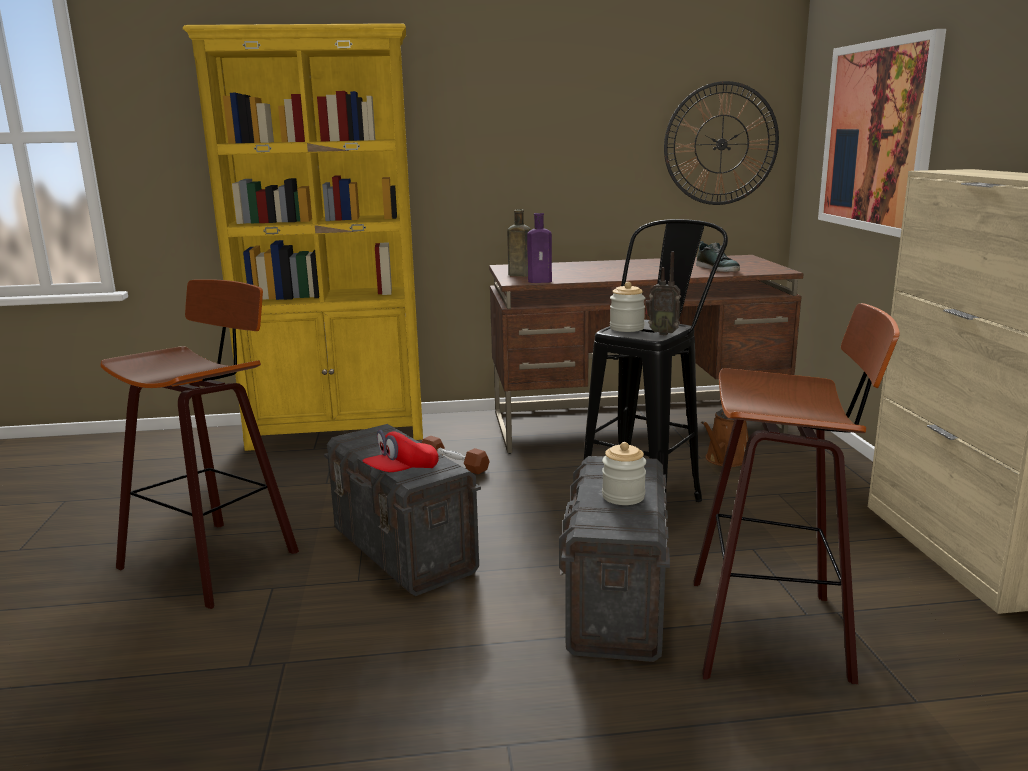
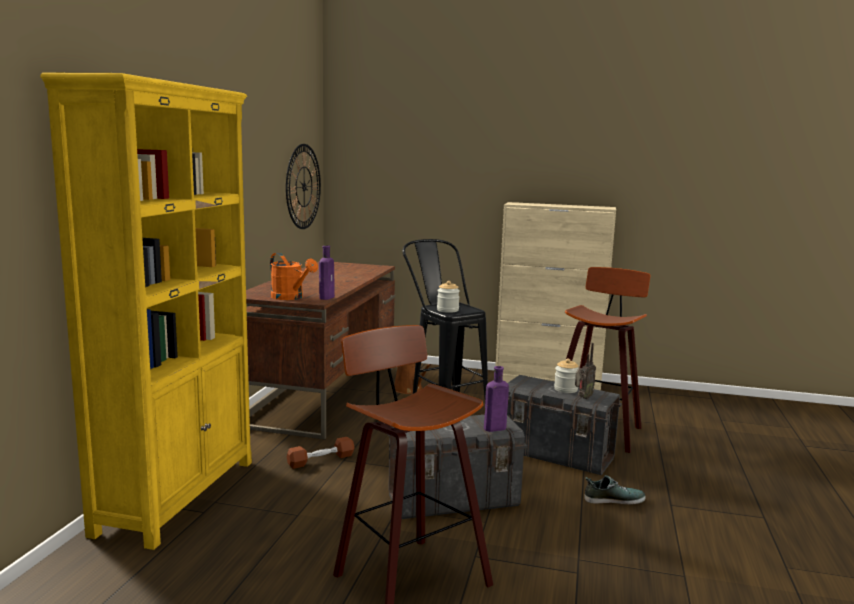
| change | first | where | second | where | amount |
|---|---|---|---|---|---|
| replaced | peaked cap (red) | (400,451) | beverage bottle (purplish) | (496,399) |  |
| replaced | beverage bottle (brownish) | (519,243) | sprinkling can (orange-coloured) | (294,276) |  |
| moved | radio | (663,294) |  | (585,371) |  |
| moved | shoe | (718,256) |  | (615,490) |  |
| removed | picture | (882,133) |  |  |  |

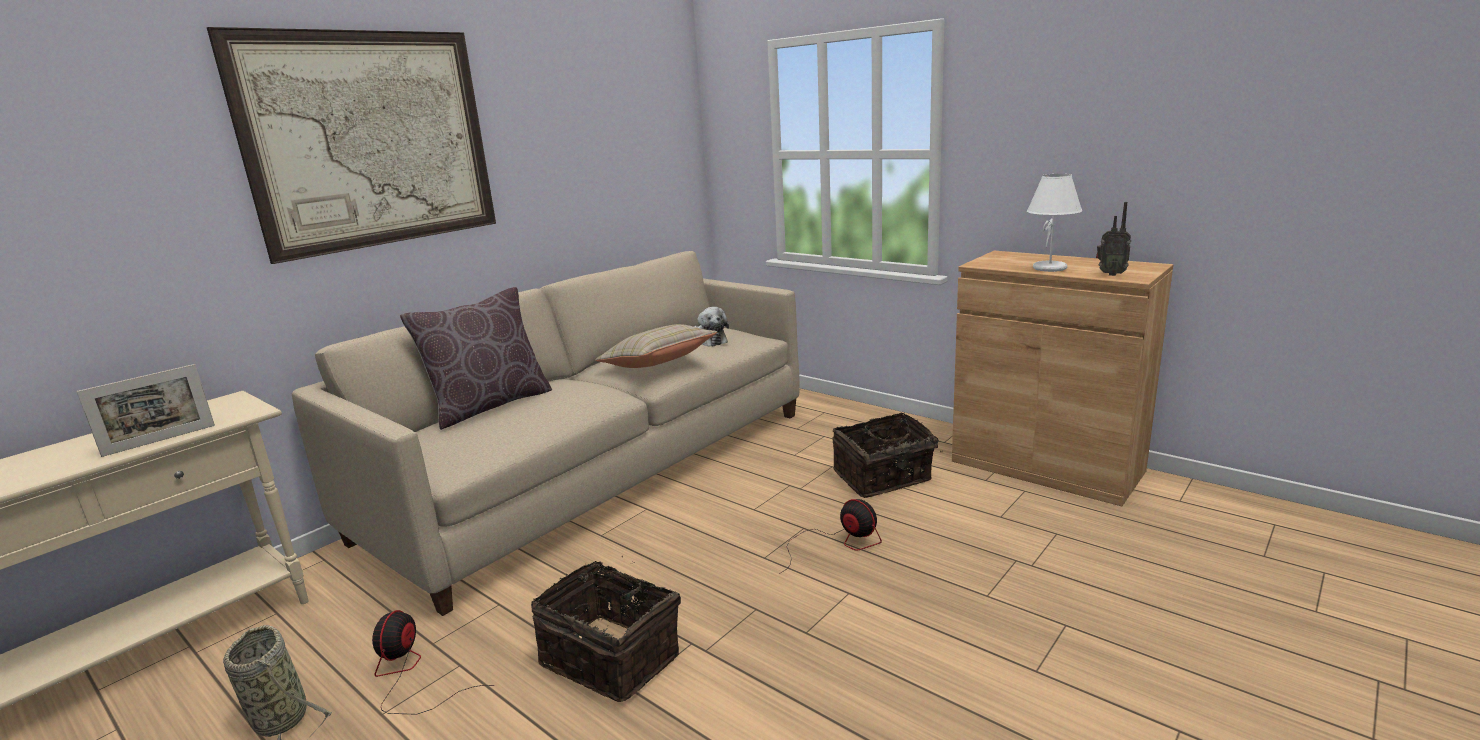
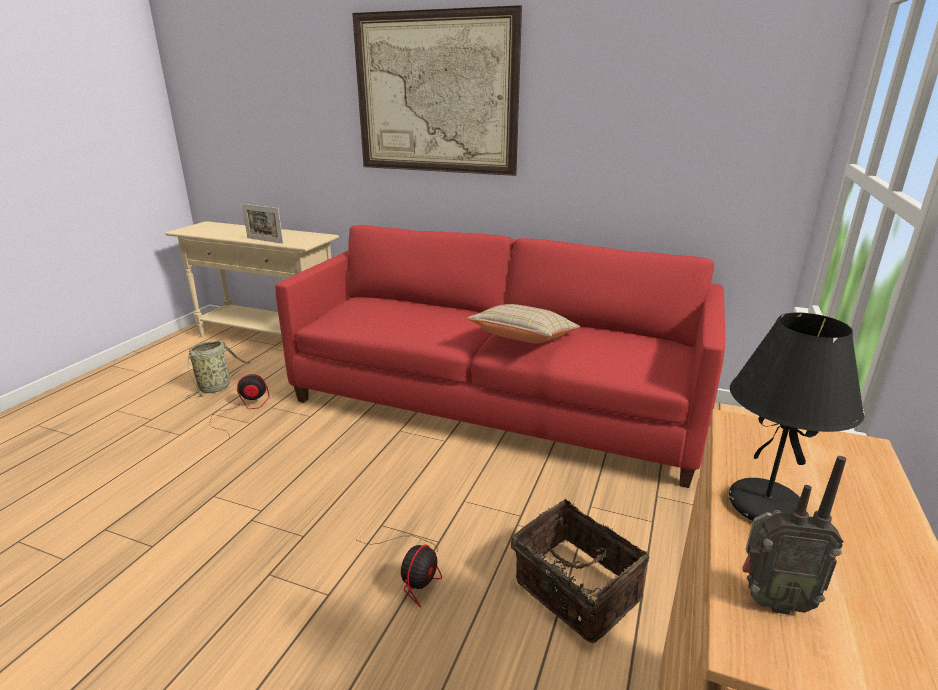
| change | first | where | second | where | amount |
|---|---|---|---|---|---|
| recoloured | sofa (beige) | (546,433) | sofa (red) | (500,356) |  |
| removed | throw pillow (brownish) | (476,358) |  |  |  |
| removed | storage basket | (606,629) |  |  |  |
| removed | plush toy | (711,326) |  |  |  |
| recoloured | tabletop lamp (white) | (1054,223) | tabletop lamp (black) | (797,416) |  |
| turned | radio | (1113,239) |  | (794,535) | 90 degrees counterclockwise |

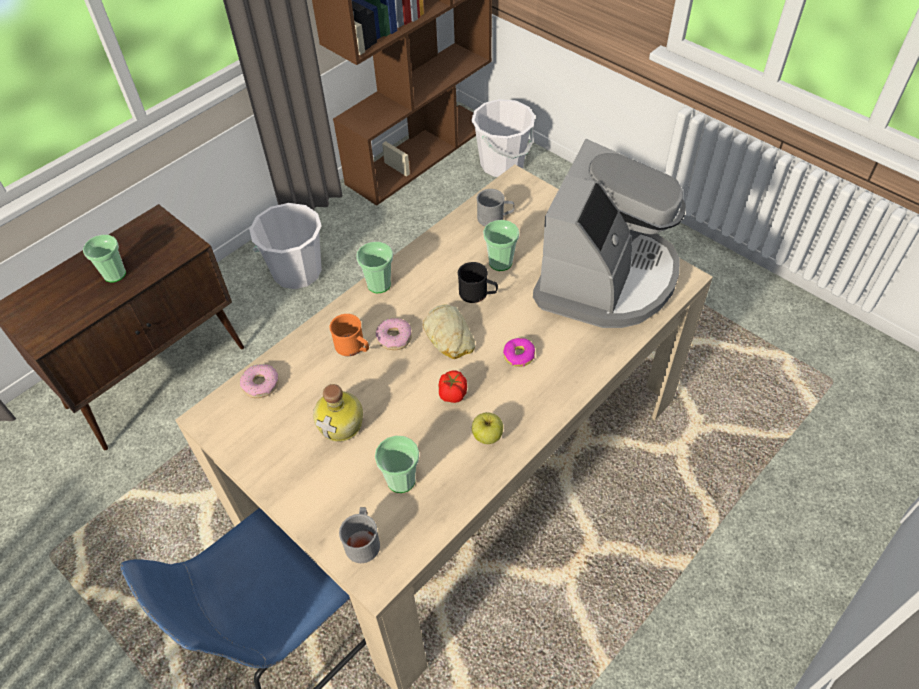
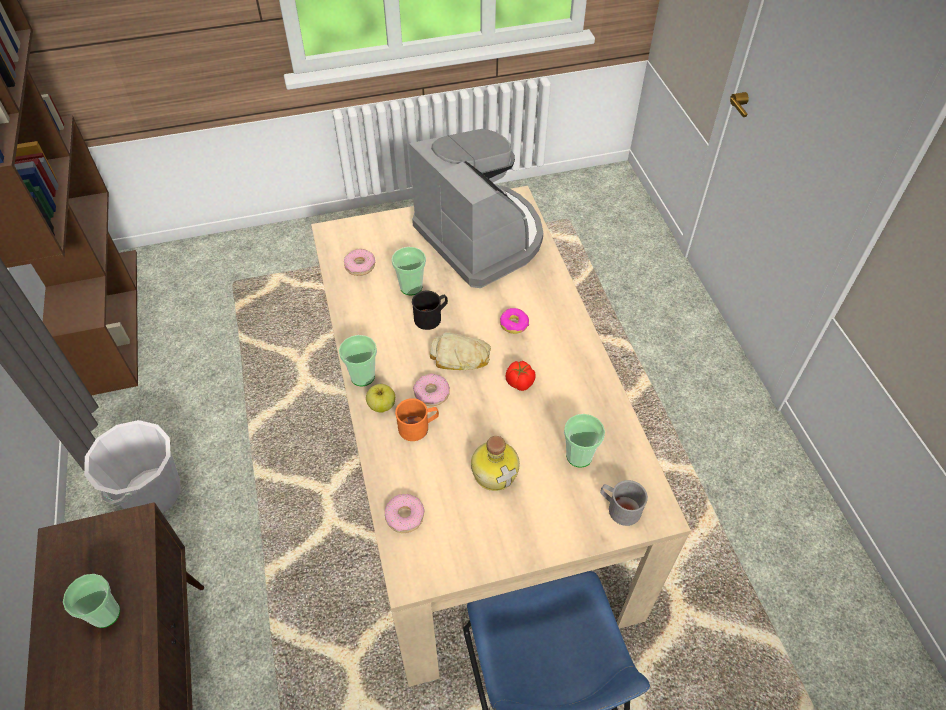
| change | first | where | second | where | amount |
|---|---|---|---|---|---|
| removed | water bucket (white) | (503,138) |  |  |  |
| moved | apple fruit | (487,428) |  | (380,398) |  |
| replaced | tea mug (greyish) | (495,207) | donut | (359,262) |  |

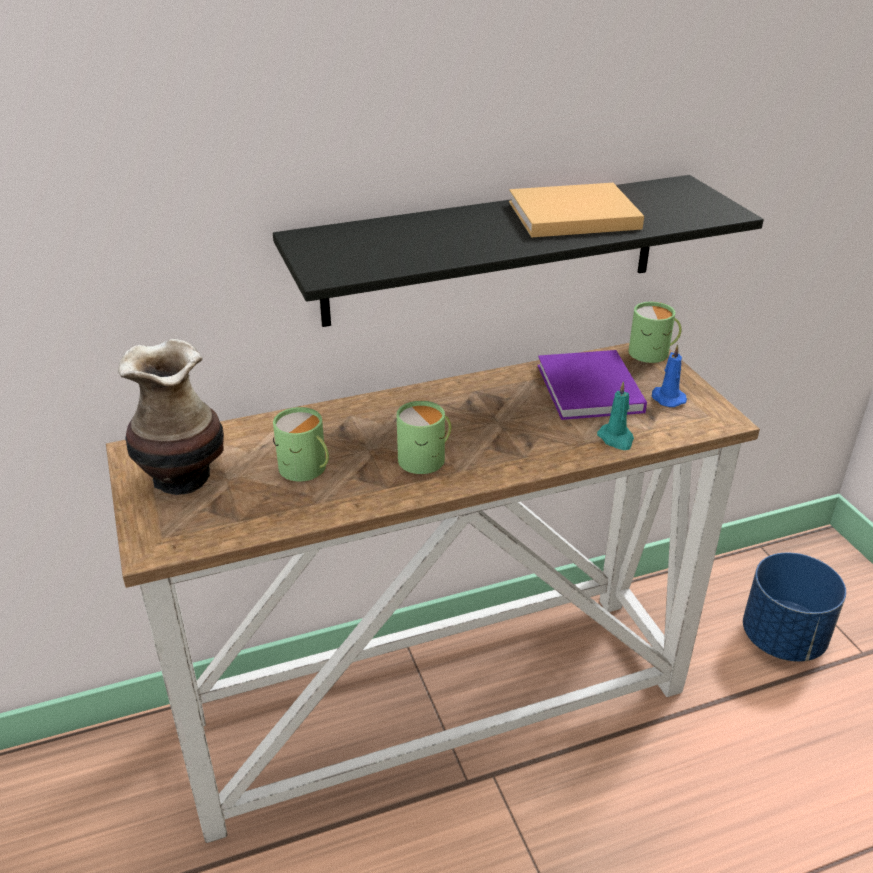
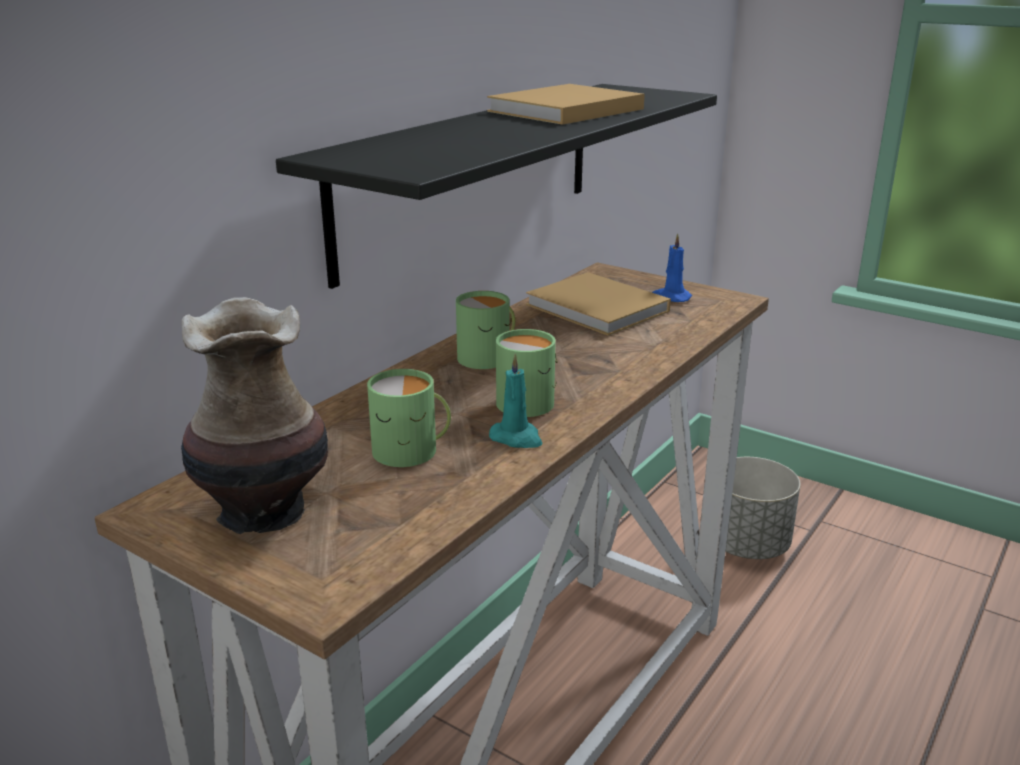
| change | first | where | second | where | amount |
|---|---|---|---|---|---|
| recoloured | bound book (purplish) | (592,385) | bound book (beige) | (598,304) |  |
| moved | wax light (blue-green) | (615,415) |  | (515,400) |  |
| moved | tea mug (greenish) | (654,332) |  | (485,330) |  |
| recoloured | flower pot (blue) | (794,607) | flower pot (greyish) | (763,508) |  |

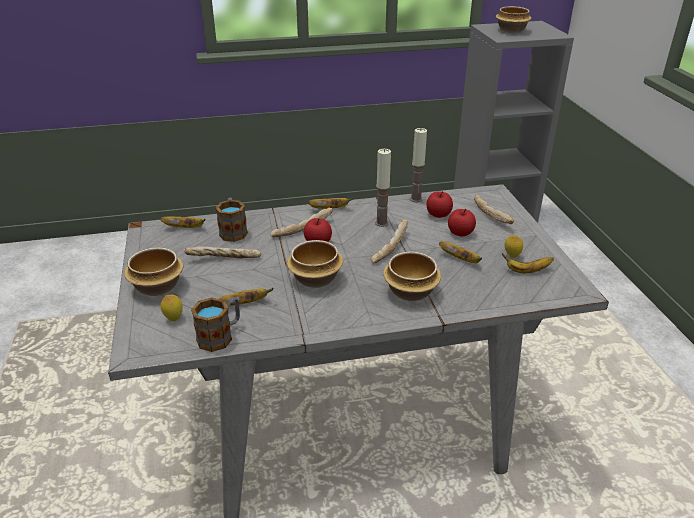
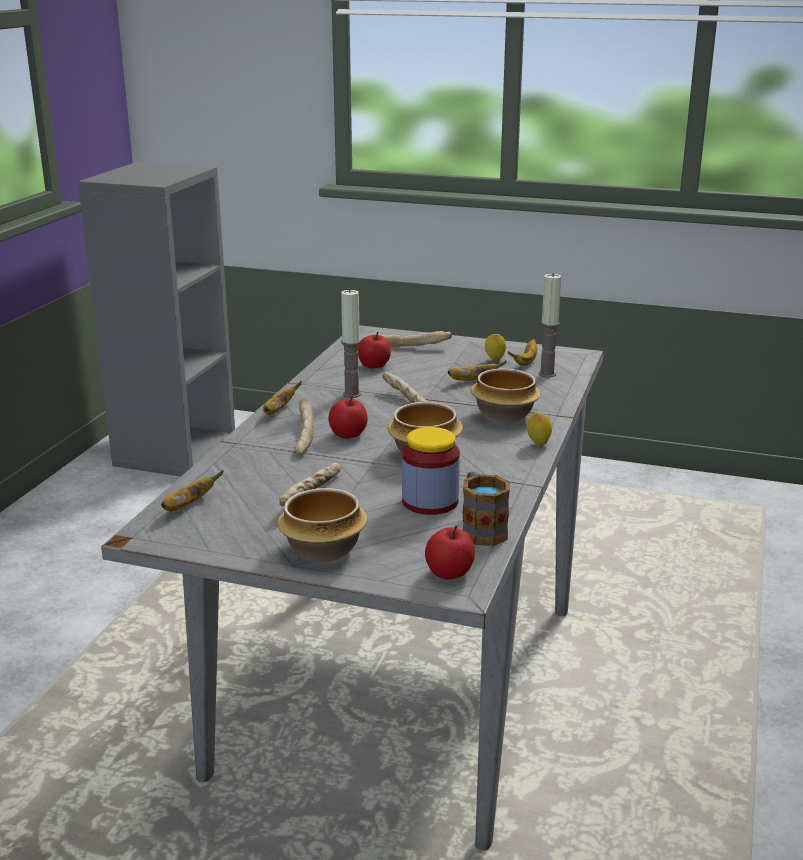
| change | first | where | second | where | amount |
|---|---|---|---|---|---|
| moved | citrus fruit | (172,308) |  | (539,429) |  |
| removed | tea mug | (232,220) |  |  |  |
| replaced | whole banana | (246,297) | storage jar | (431,471) |  |
| moved | wax light | (418,165) |  | (549,325) |  |
| moved | apple fruit | (462,223) |  | (450,552) |  |
| removed | deep dish | (513,19) |  |  |  |

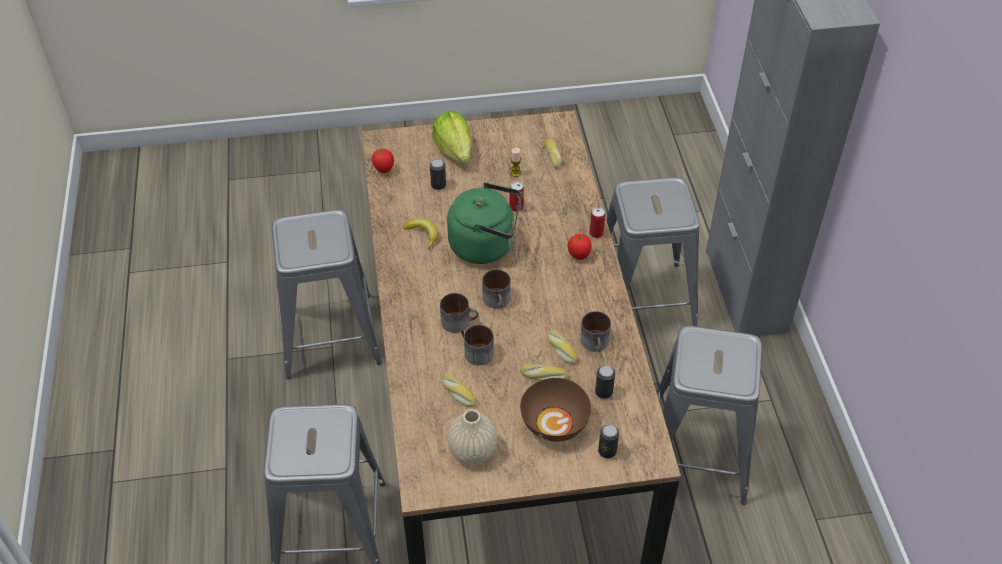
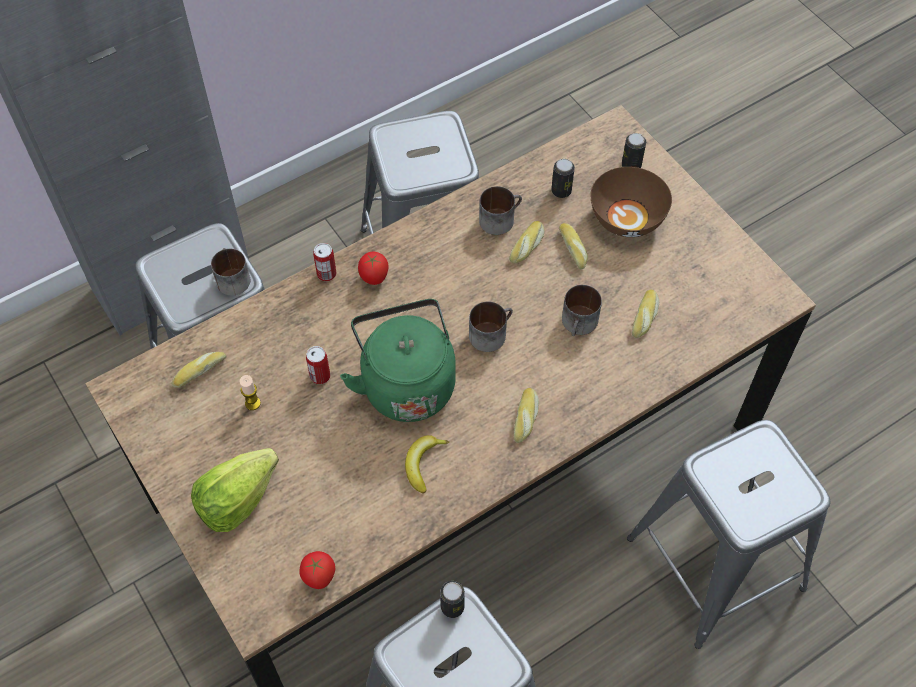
| change | first | where | second | where | amount |
|---|---|---|---|---|---|
| moved | sealed can | (438,174) |  | (452,599) |  |
| moved | tea mug | (459,313) |  | (230,272) |  |
| removed | decorative vase (beige) | (472,437) |  |  |  |
| added |  |  | bakery bread | (526,415) |  |

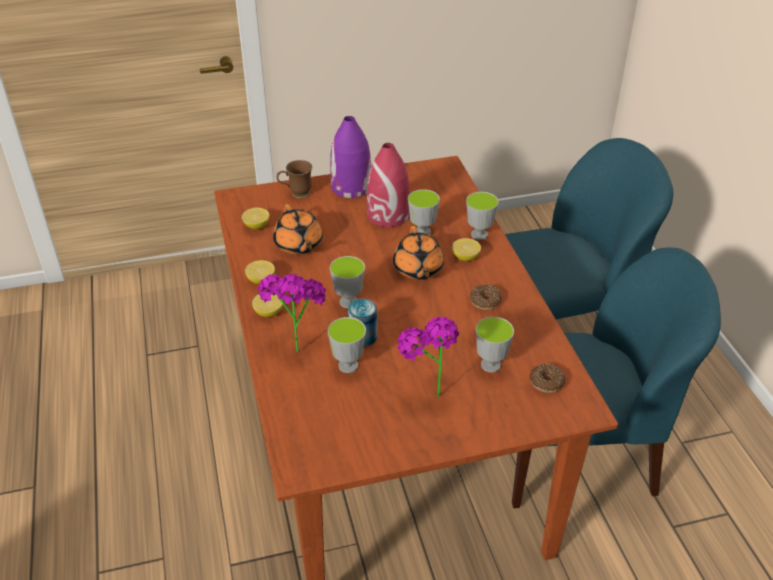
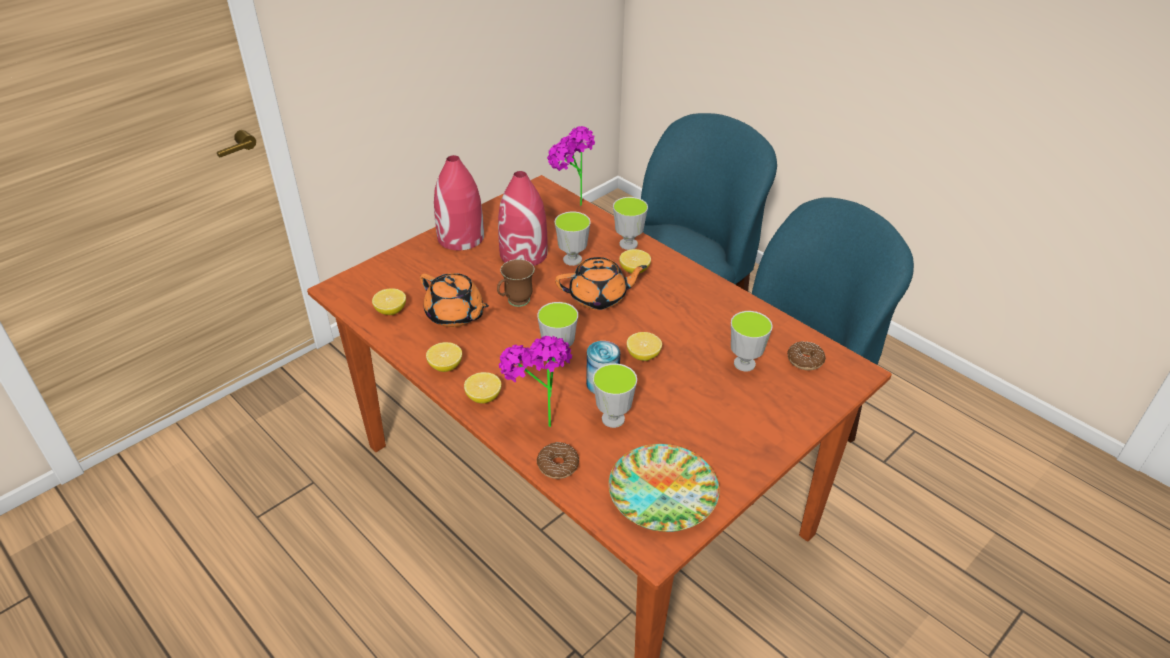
| change | first | where | second | where | amount |
|---|---|---|---|---|---|
| moved | tea mug (brownish) | (295,179) |  | (515,283) |  |
| recoloured | decorative vase (purplish) | (350,157) | decorative vase (red) | (459,202) |  |
| turned | tea pot (orange-coloured) | (418,253) |  | (601,283) | 60 degrees counterclockwise |
| moved | houseplant | (428,357) |  | (571,166) |  |
| moved | donut | (486,297) |  | (557,460) |  |
| added |  |  | flat dish | (664,488) |  |
| added |  |  | citrus fruit | (644,346) |  |

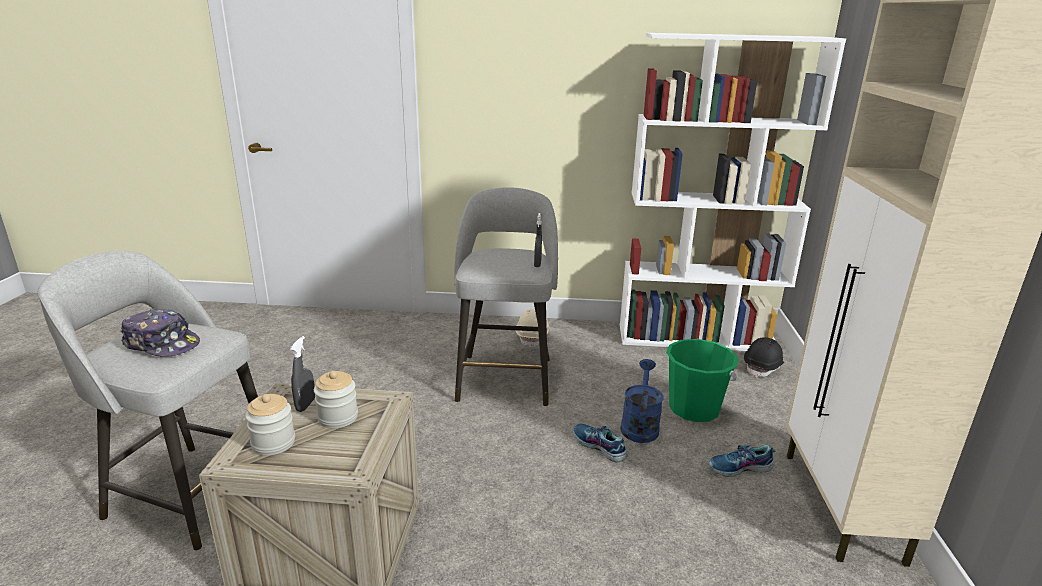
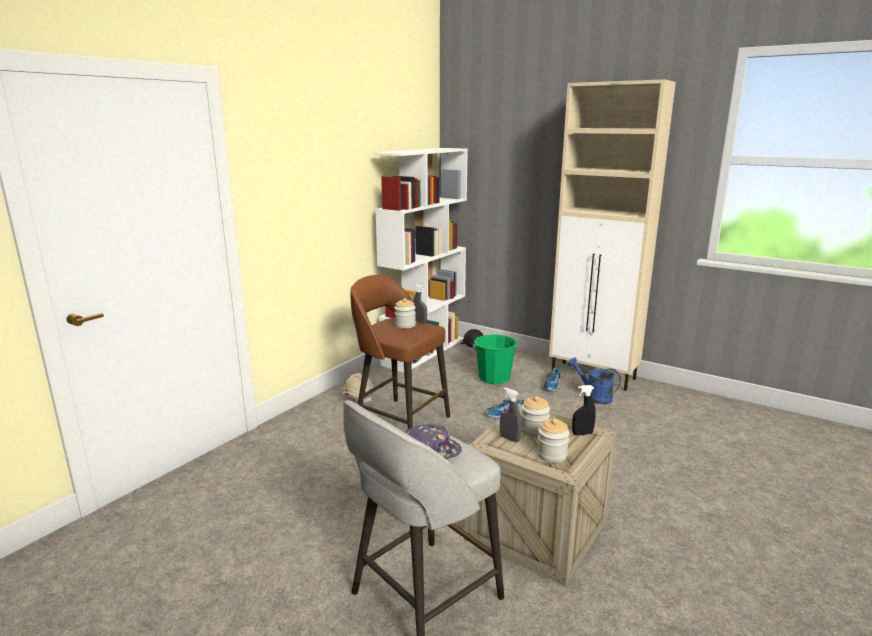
| change | first | where | second | where | amount |
|---|---|---|---|---|---|
| recoloured | stool seat (greyish) | (506,296) | stool seat (brownish) | (400,352) |  |
| moved | sprinkling can (blue) | (642,401) |  | (594,380) |  |
| added |  |  | storage jar | (405,313) |  |
| added |  |  | spray bottle (black) | (584,410) |  |

